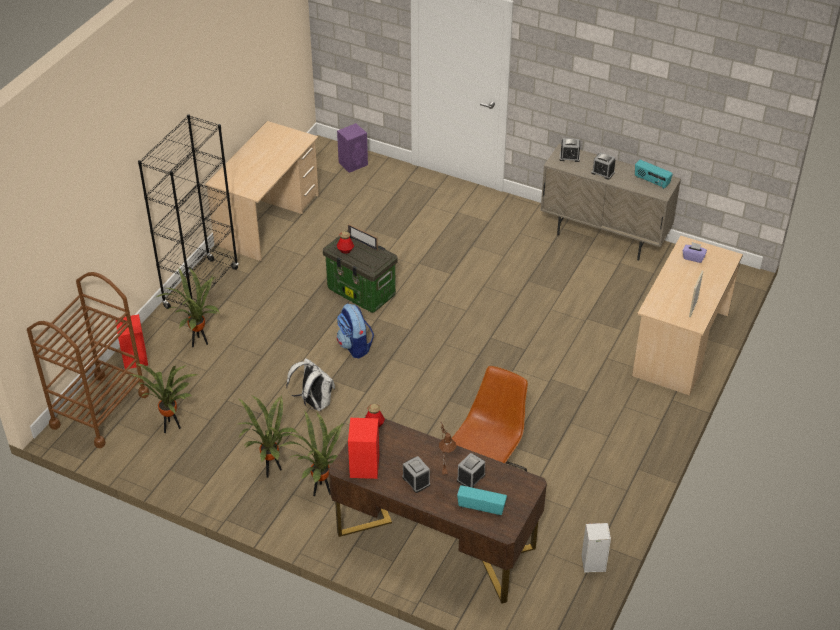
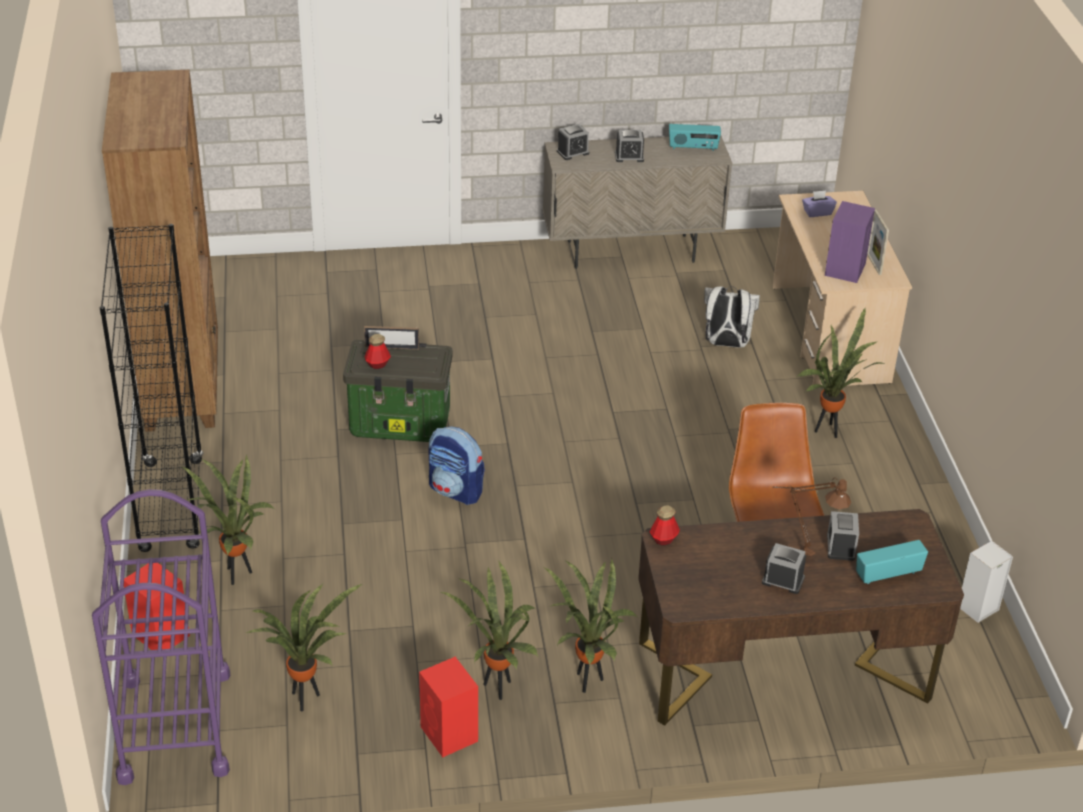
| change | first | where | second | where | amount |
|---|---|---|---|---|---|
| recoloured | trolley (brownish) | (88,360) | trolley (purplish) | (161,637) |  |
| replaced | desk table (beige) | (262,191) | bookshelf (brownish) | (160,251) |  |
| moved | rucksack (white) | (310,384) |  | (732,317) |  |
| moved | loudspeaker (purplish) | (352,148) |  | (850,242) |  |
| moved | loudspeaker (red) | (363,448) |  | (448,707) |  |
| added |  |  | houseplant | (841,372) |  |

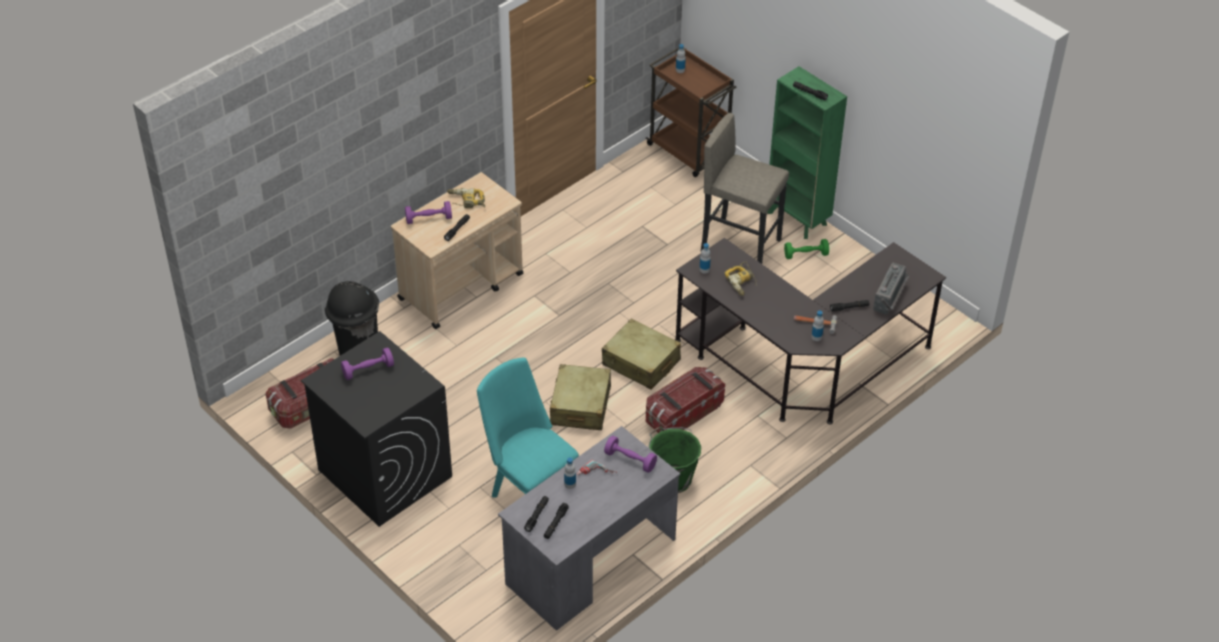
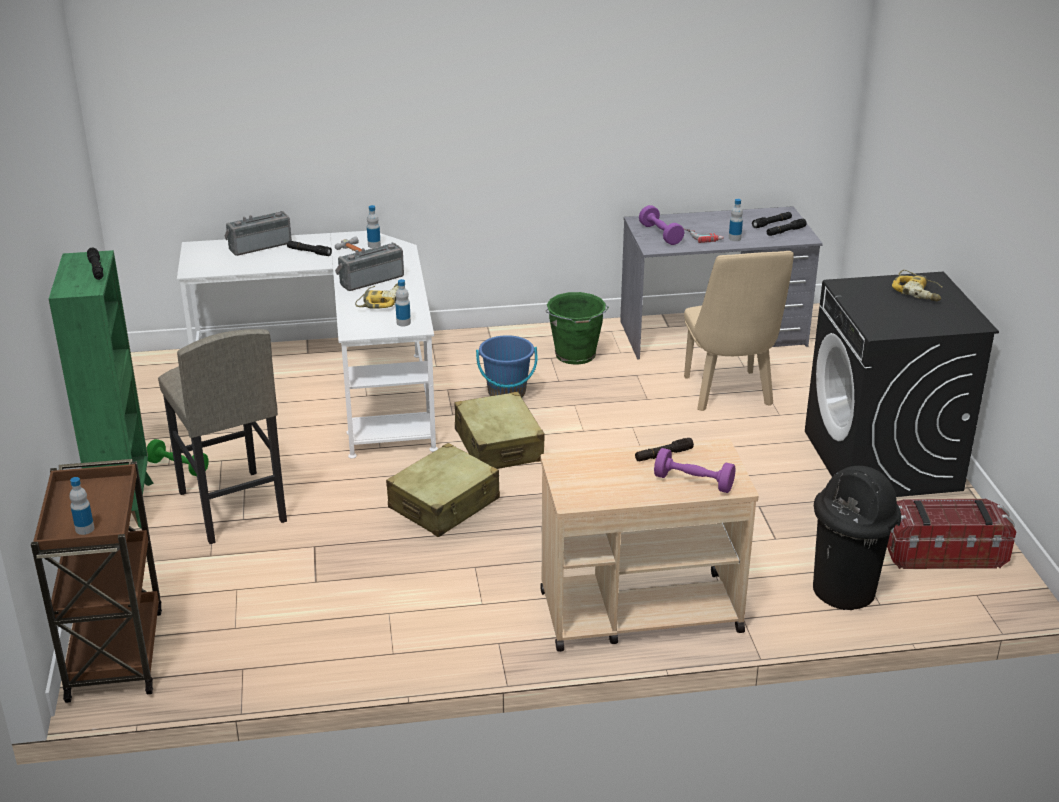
| change | first | where | second | where | amount |
|---|---|---|---|---|---|
| removed | dumbbell (purplish) | (367,363) |  |  |  |
| moved | power drill | (466,198) |  | (917,286) |  |
| recoloured | plain chair (blue-green) | (528,427) | plain chair (beige) | (739,331) |  |
| moved | suitcase (beige) | (580,397) |  | (443,490) |  |
| replaced | storage bin | (685,400) | water bucket (blue) | (507,366) |  |
| recoloured | desk table (black) | (810,331) | desk table (white) | (307,345) |  |
| added |  |  | radio | (369,267) |  |

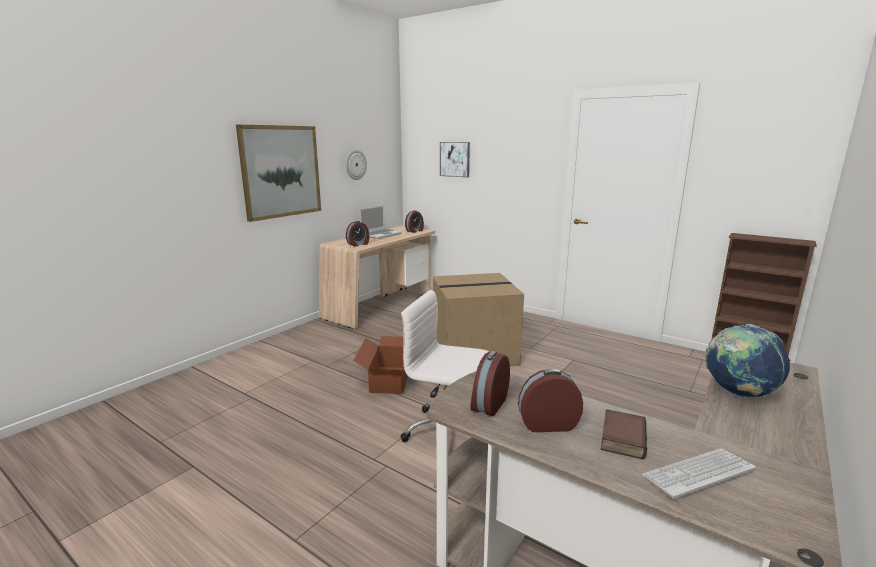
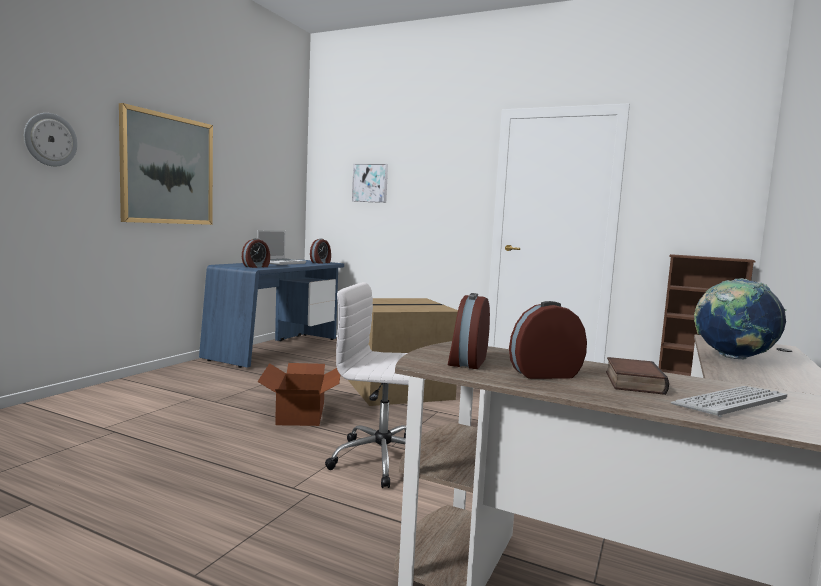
| change | first | where | second | where | amount |
|---|---|---|---|---|---|
| recoloured | desk table (beige) | (377,277) | desk table (blue) | (271,314) |  |
| moved | wall clock | (356,165) |  | (50,139) |  |

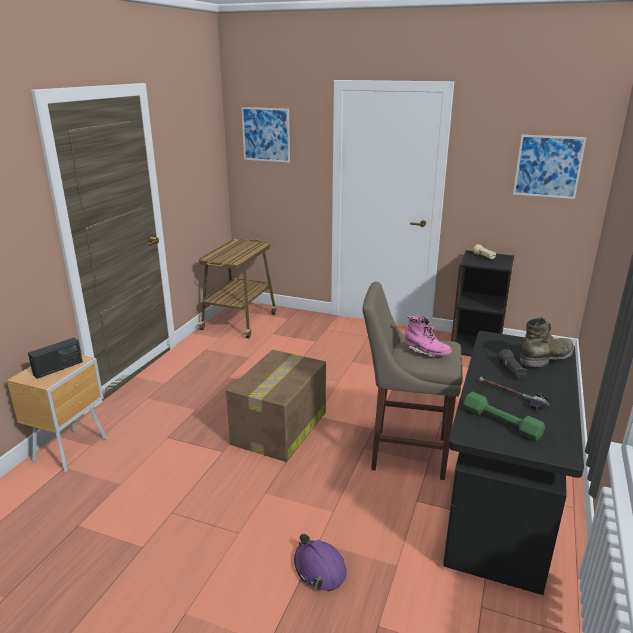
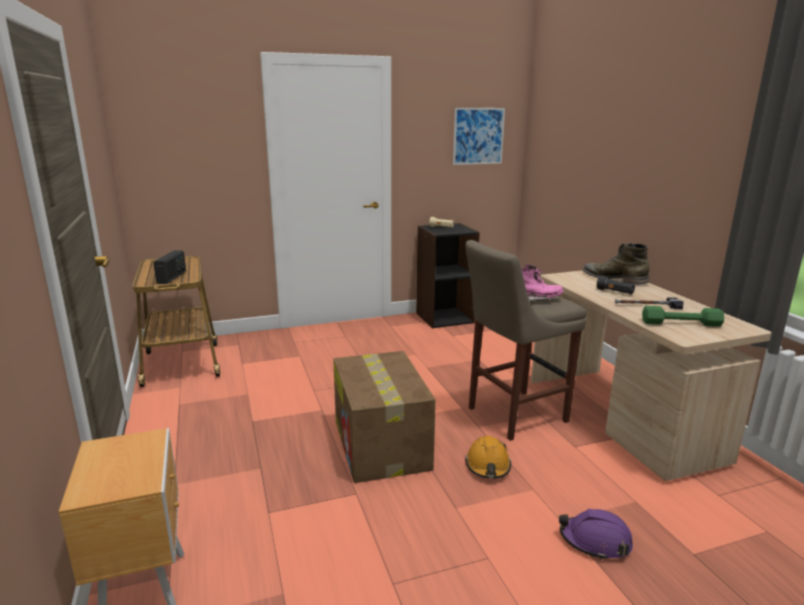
| change | first | where | second | where | amount |
|---|---|---|---|---|---|
| moved | radio | (55,358) |  | (169,267) |  |
| removed | picture | (266,135) |  |  |  |
| recoloured | desk table (black) | (513,463) | desk table (beige) | (651,375) |  |
| turned | tall boot (greenish) | (547,342) |  | (616,264) | 60 degrees counterclockwise |
| added |  |  | safety helmet (orange-coloured) | (488,457) |  |

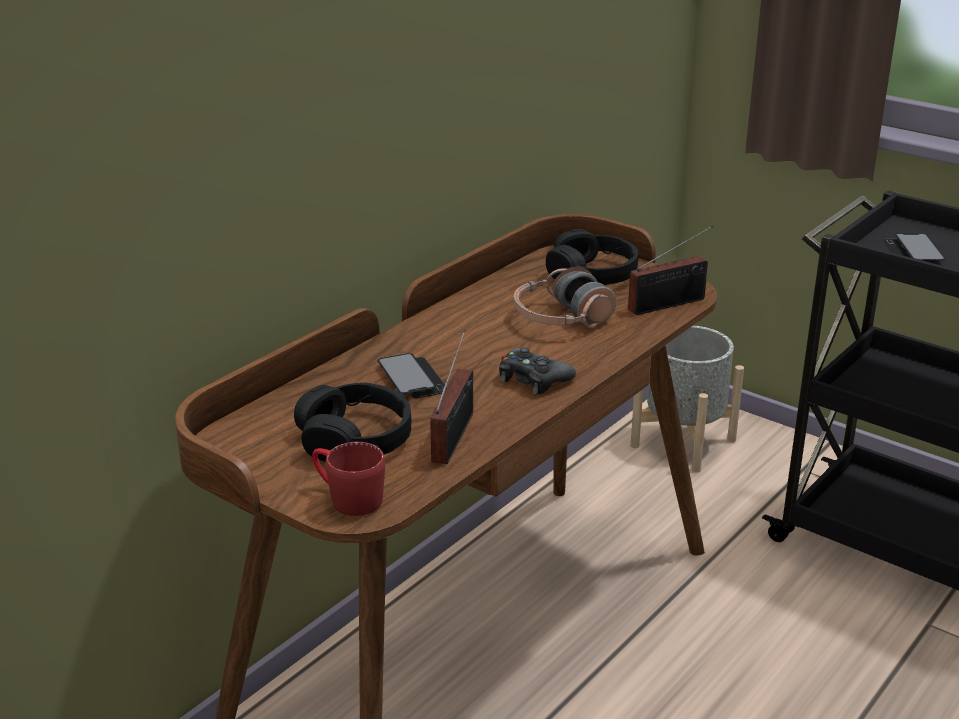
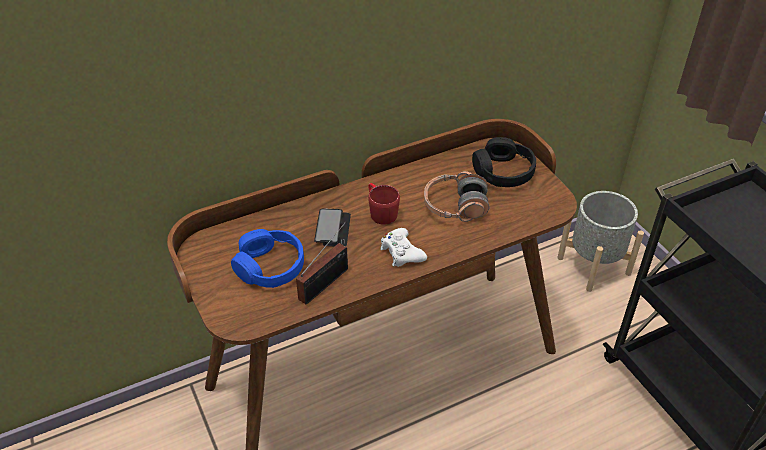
| change | first | where | second | where | amount |
|---|---|---|---|---|---|
| recoloured | headset (black) | (352,422) | headset (blue) | (267,258) |  |
| moved | tea mug (red) | (348,479) |  | (384,204) |  |
| recoloured | game controller (black) | (537,371) | game controller (white) | (403,247) |  |
| removed | radio | (671,270) |  |  |  |
| removed | phone | (914,248) |  |  |  |

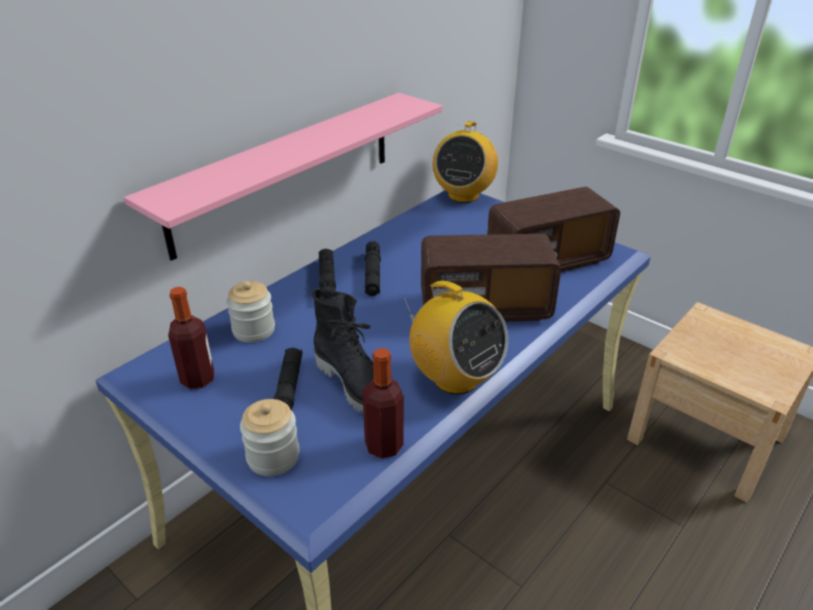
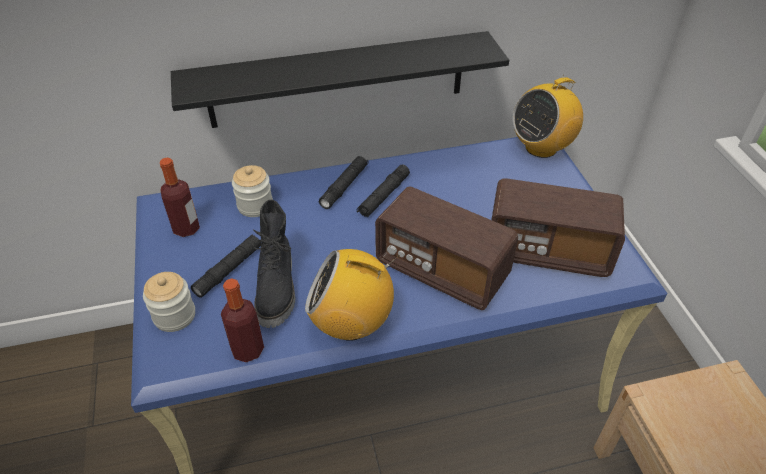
| change | first | where | second | where | amount |
|---|---|---|---|---|---|
| recoloured | shelf (pink) | (283,177) | shelf (black) | (340,79) |  |
| turned | radio | (455,337) |  | (352,295) | 105 degrees clockwise |

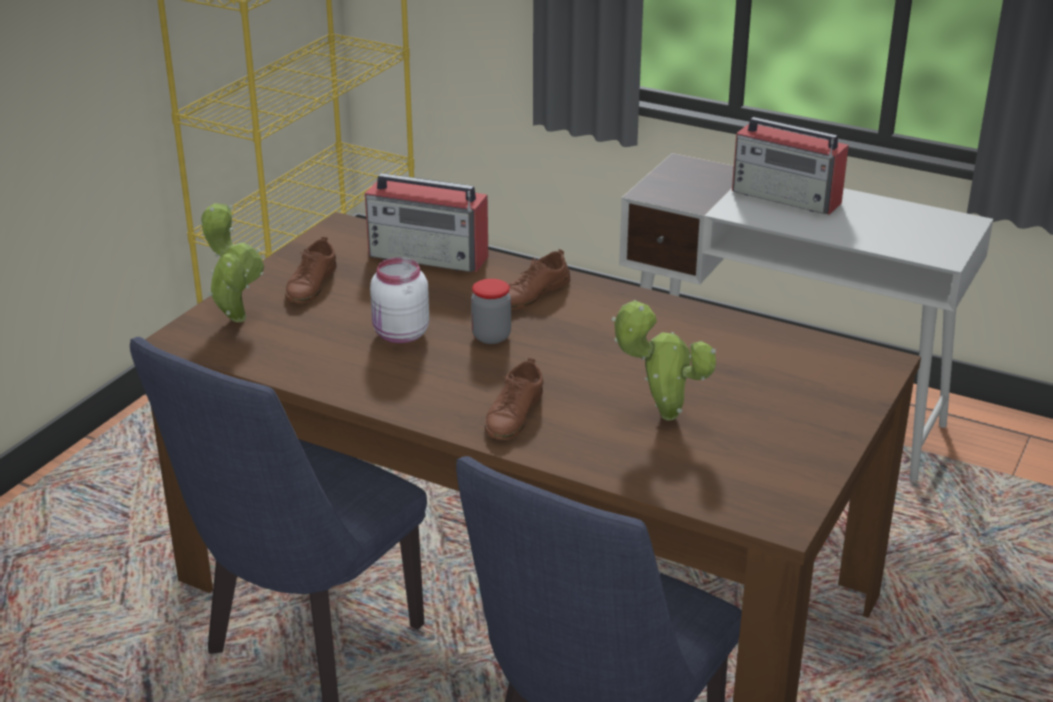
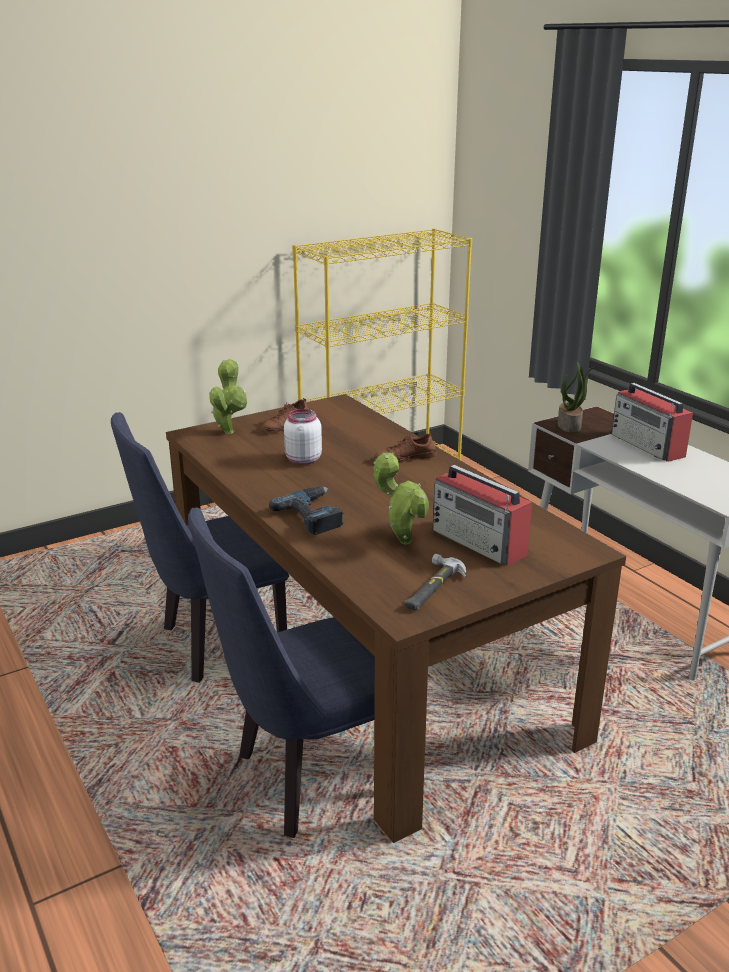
| change | first | where | second | where | amount |
|---|---|---|---|---|---|
| moved | radio | (426,222) |  | (482,515) |  |
| removed | storage jar | (491,311) |  |  |  |
| replaced | shoe (brownish) | (514,399) | power drill | (306,511) |  |
| added |  |  | hammer | (435,582) |  |
| added |  |  | houseplant | (576,397) |  |

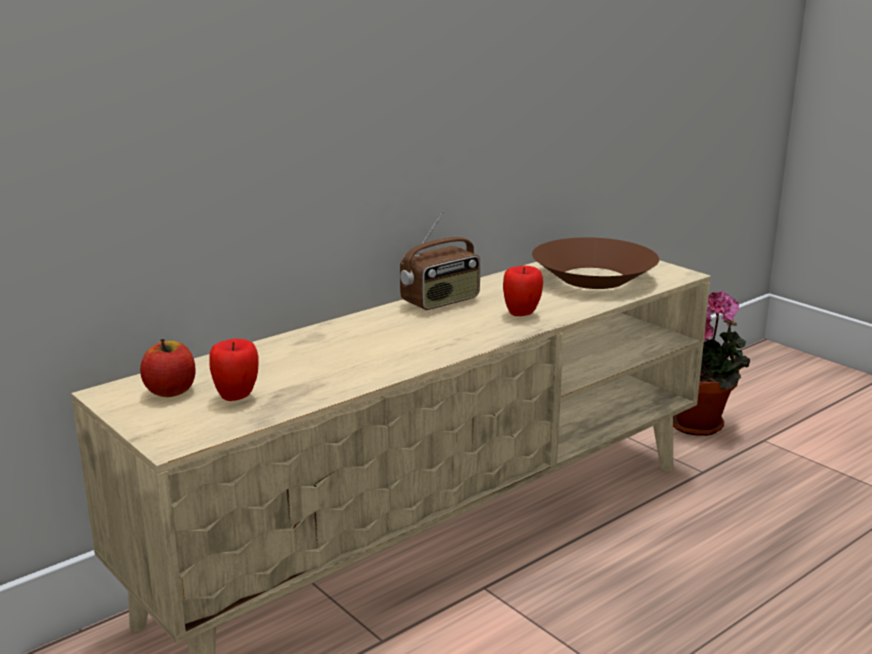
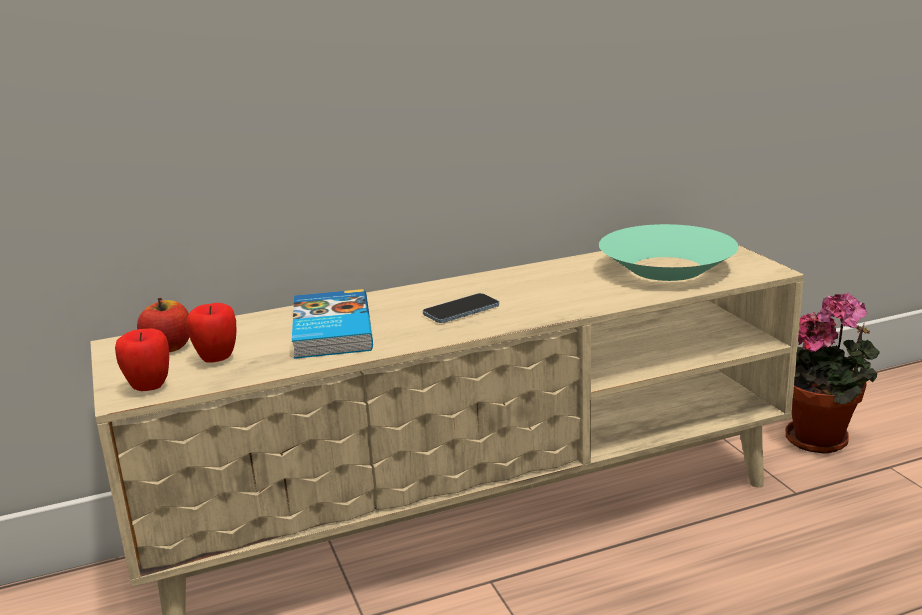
| change | first | where | second | where | amount |
|---|---|---|---|---|---|
| removed | radio | (440,260) |  |  |  |
| moved | apple fruit | (523,290) |  | (142,359) |  |
| recoloured | deep dish (brownish) | (595,263) | deep dish (blue-green) | (669,252) |  |
| added |  |  | bound book | (332,324) |  |
| added |  |  | phone | (461,308) |  |

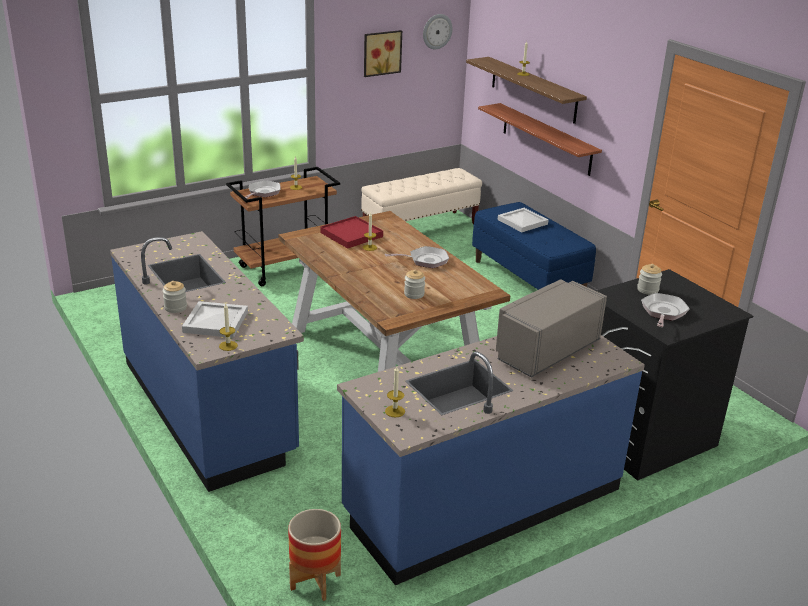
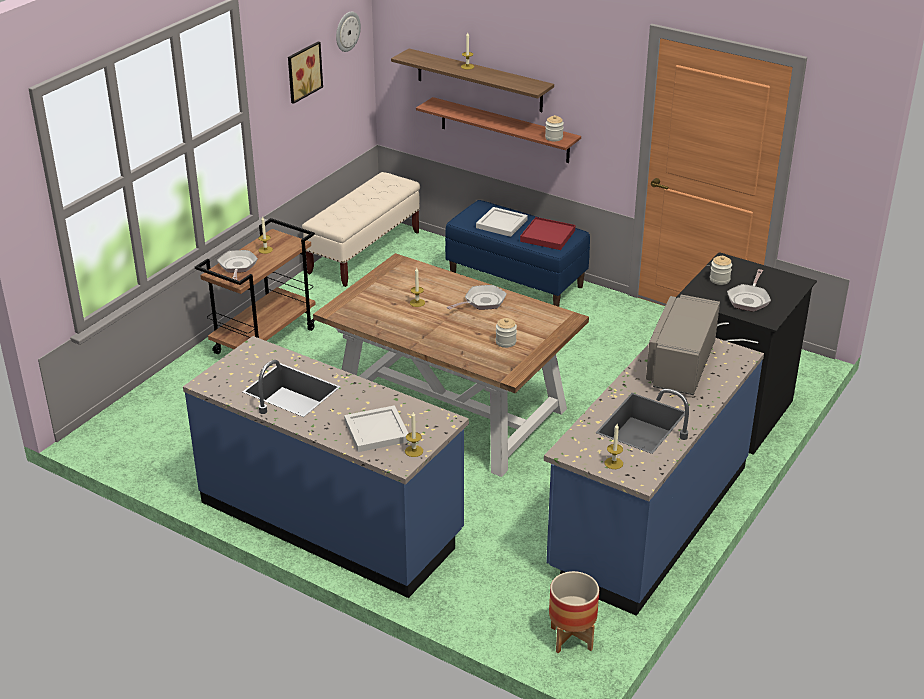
| change | first | where | second | where | amount |
|---|---|---|---|---|---|
| moved | storage jar | (175,297) |  | (554,128) |  |
| moved | carrying tray (red) | (351,232) |  | (547,233) |  |
| turned | skillet | (665,310) |  | (749,290) | 150 degrees counterclockwise |

